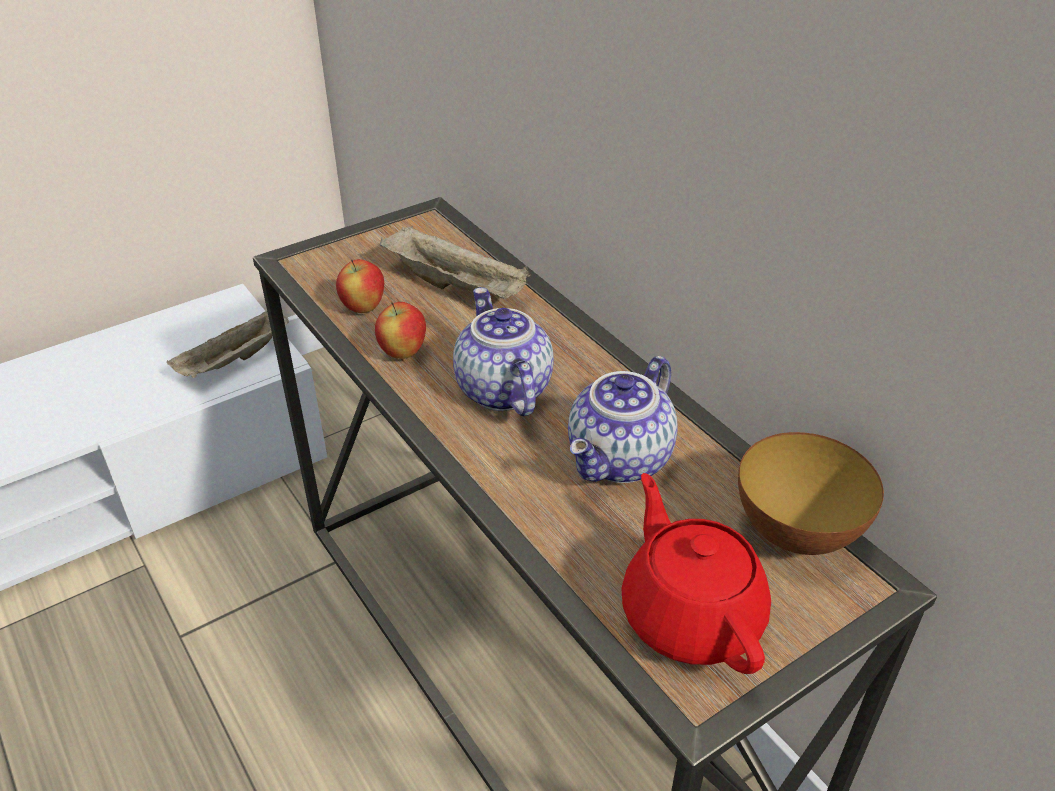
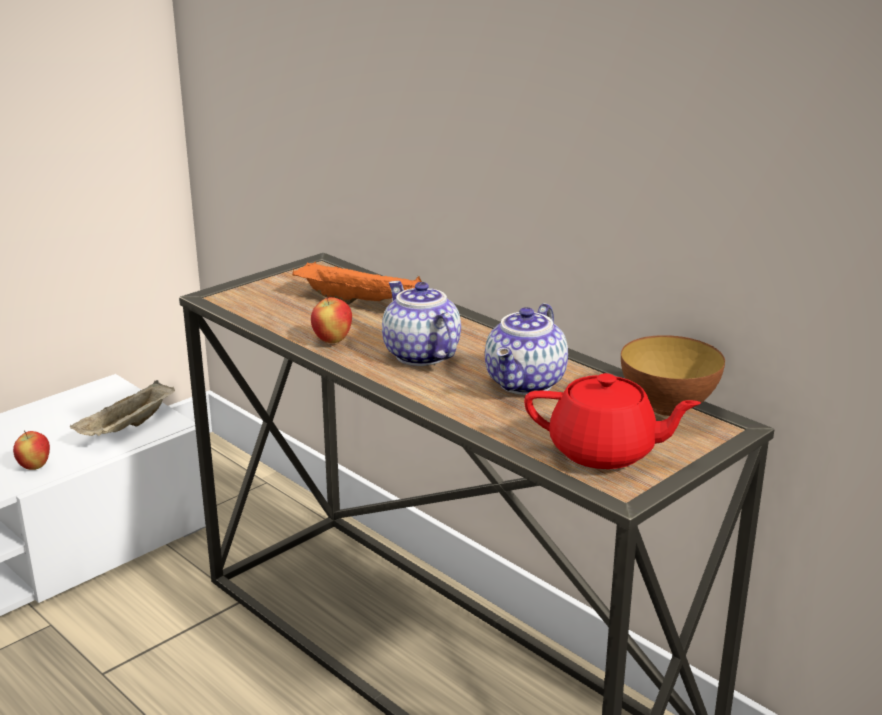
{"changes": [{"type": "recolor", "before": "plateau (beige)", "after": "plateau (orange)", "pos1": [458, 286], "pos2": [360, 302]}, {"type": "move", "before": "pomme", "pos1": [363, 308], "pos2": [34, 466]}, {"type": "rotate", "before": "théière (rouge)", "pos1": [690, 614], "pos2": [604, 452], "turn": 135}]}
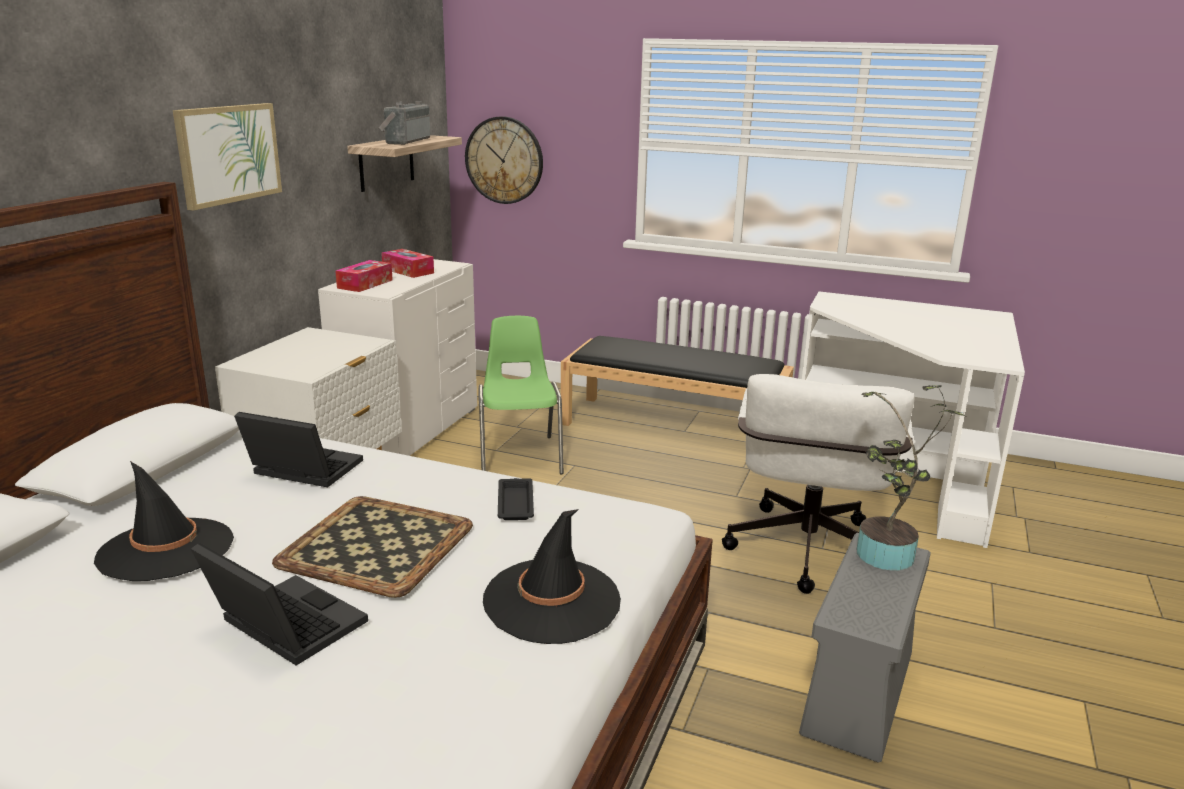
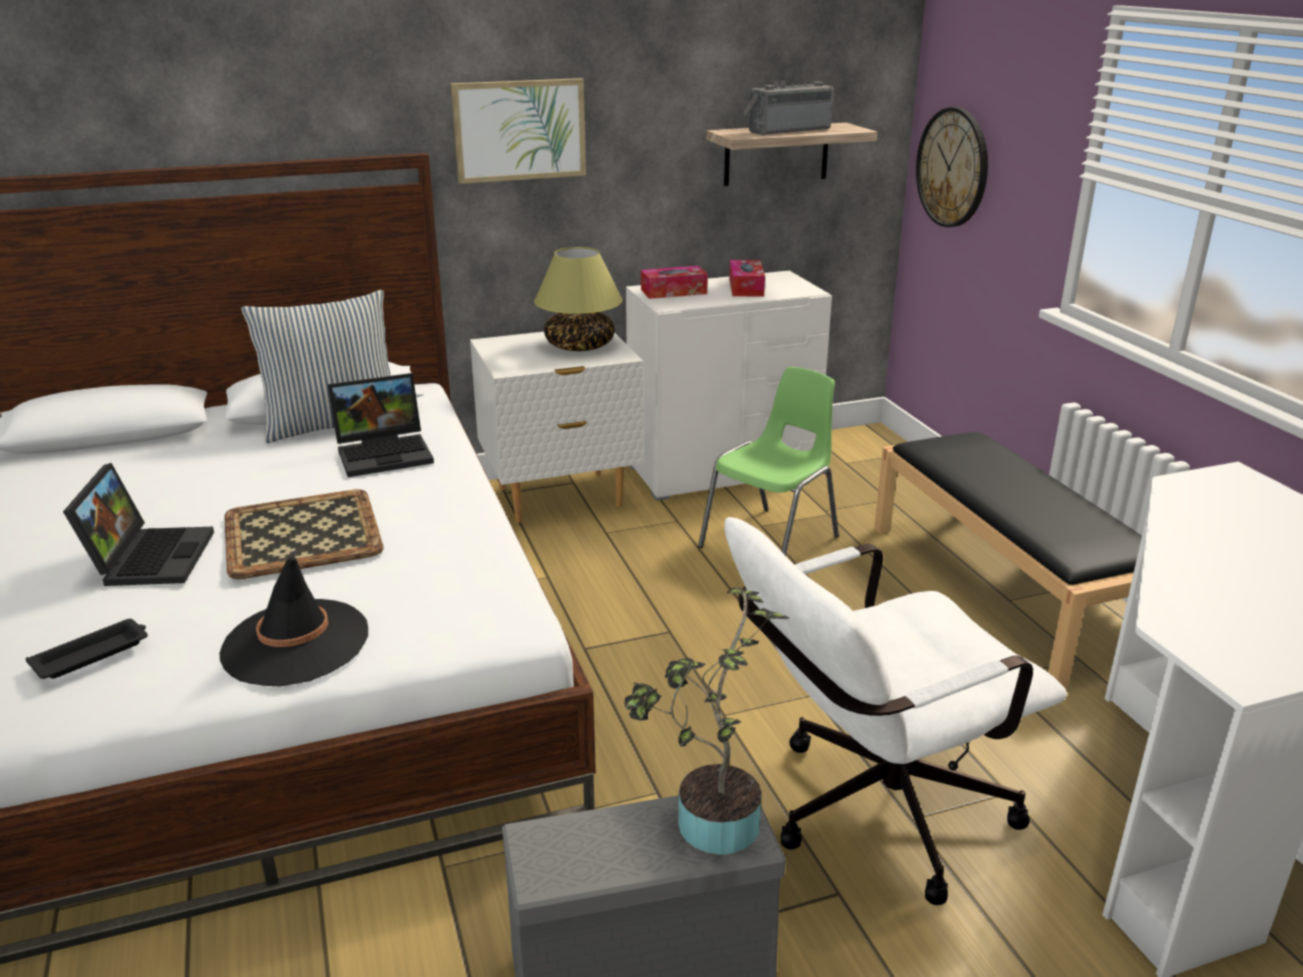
{"changes": [{"type": "rotate", "before": "ordinateur portable", "pos1": [301, 471], "pos2": [386, 453], "turn": 90}, {"type": "delete", "before": "chapeau (noir)", "pos1": [166, 550]}, {"type": "move", "before": "plateau (noir)", "pos1": [515, 503], "pos2": [93, 654]}, {"type": "insert", "after": "lampe de table", "pos2": [580, 346]}, {"type": "insert", "after": "coussin", "pos2": [333, 424]}]}
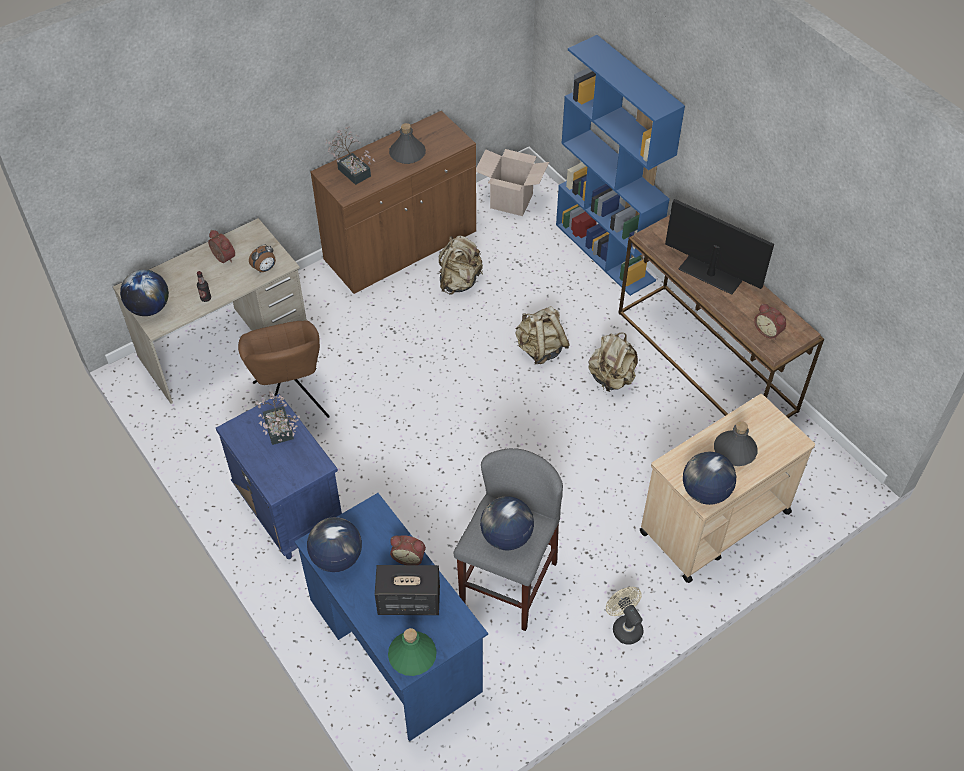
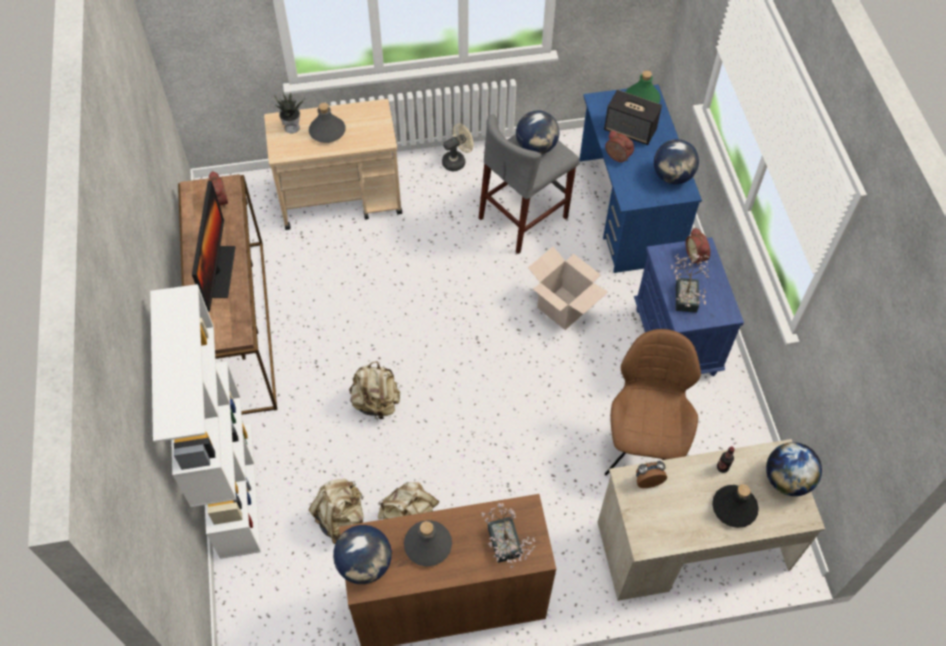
{"changes": [{"type": "recolor", "before": "bibliothèque (bleu)", "after": "bibliothèque (blanc)", "pos1": [606, 252], "pos2": [235, 489]}, {"type": "move", "before": "carton", "pos1": [511, 201], "pos2": [563, 308]}, {"type": "rotate", "before": "écran d'ordinateur", "pos1": [711, 273], "pos2": [217, 272], "turn": -150}, {"type": "move", "before": "réveil", "pos1": [222, 258], "pos2": [697, 255]}, {"type": "move", "before": "sac à dos (beige)", "pos1": [611, 378], "pos2": [341, 519]}, {"type": "move", "before": "globe", "pos1": [705, 491], "pos2": [365, 564]}, {"type": "rotate", "before": "ventilateur (beige)", "pos1": [624, 626], "pos2": [457, 161], "turn": -120}, {"type": "insert", "after": "plante en pot", "pos2": [292, 127]}, {"type": "insert", "after": "bouteille (noir)", "pos2": [734, 508]}]}
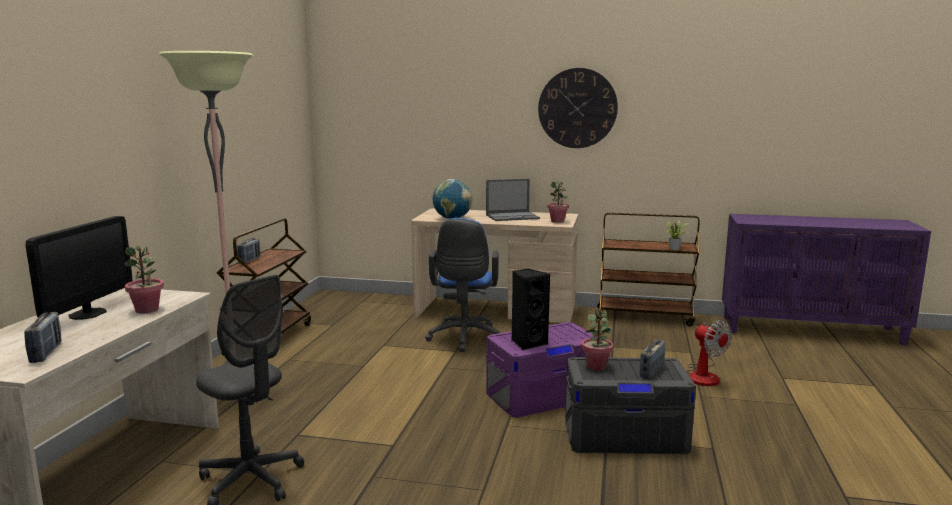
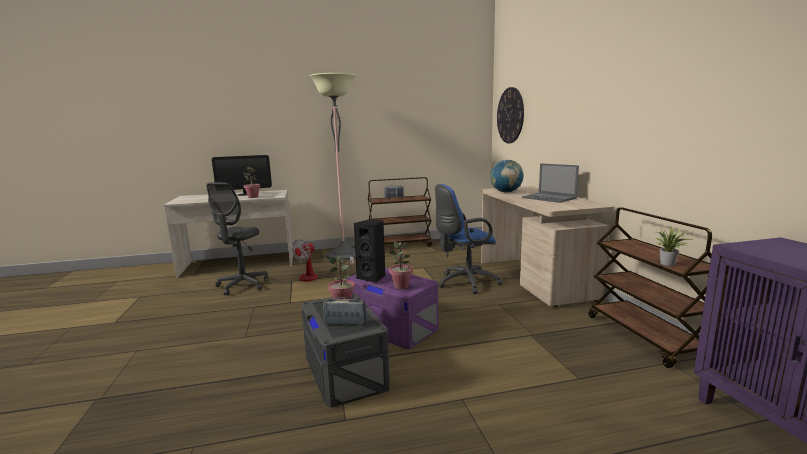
{"changes": [{"type": "move", "before": "horloge murale", "pos1": [577, 108], "pos2": [510, 115]}, {"type": "move", "before": "plante en pot", "pos1": [557, 221], "pos2": [401, 286]}, {"type": "delete", "before": "radio", "pos1": [46, 353]}, {"type": "move", "before": "ventilateur", "pos1": [704, 375], "pos2": [316, 277]}]}
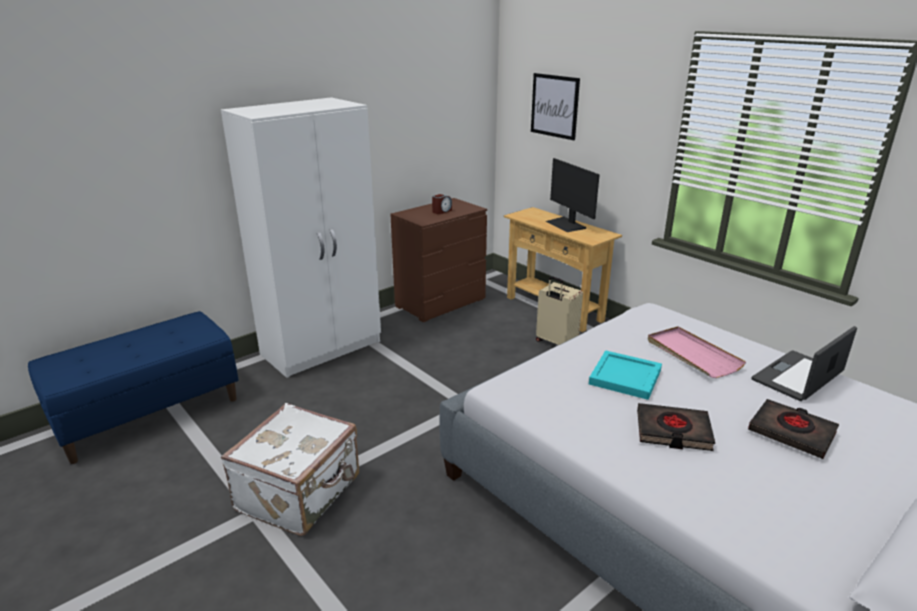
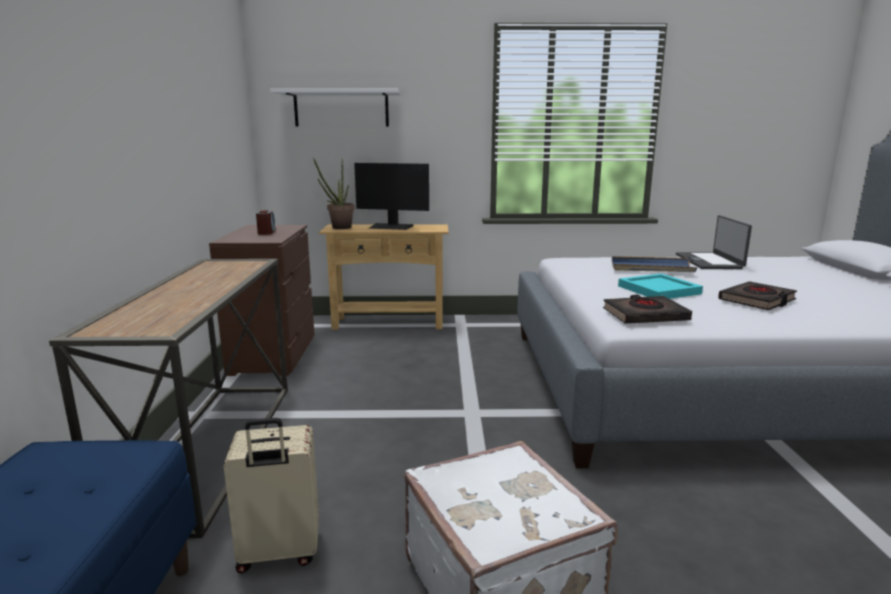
{"changes": [{"type": "replace", "before": "tableau", "after": "étagère (blanc)", "pos1": [554, 106], "pos2": [341, 109]}, {"type": "replace", "before": "armoire (blanc)", "after": "table console", "pos1": [323, 348], "pos2": [210, 447]}, {"type": "move", "before": "valise (beige)", "pos1": [555, 342], "pos2": [279, 554]}, {"type": "recolor", "before": "plateau (rose)", "after": "plateau (bleu)", "pos1": [692, 354], "pos2": [651, 268]}, {"type": "move", "before": "livre (noir)", "pos1": [792, 432], "pos2": [645, 315]}, {"type": "insert", "after": "plante en pot", "pos2": [338, 228]}]}
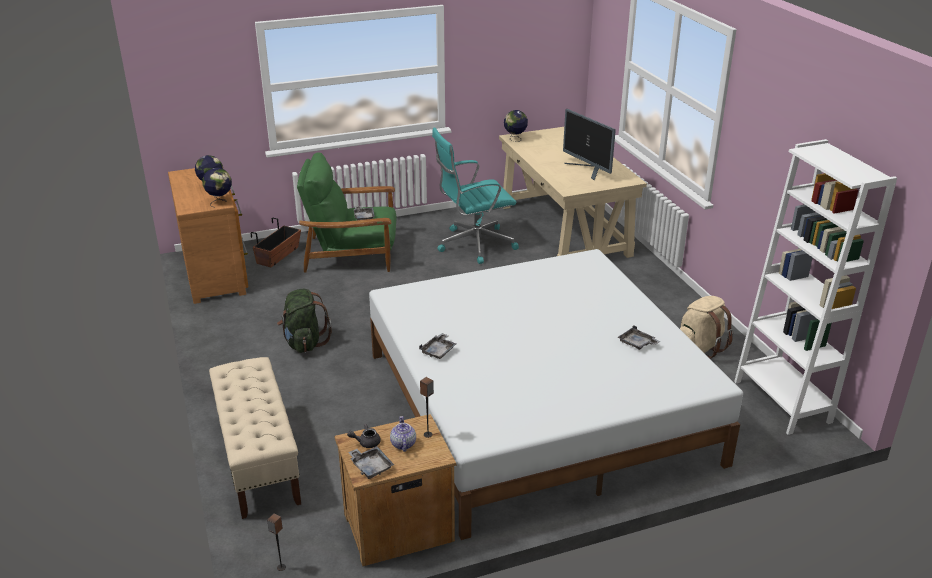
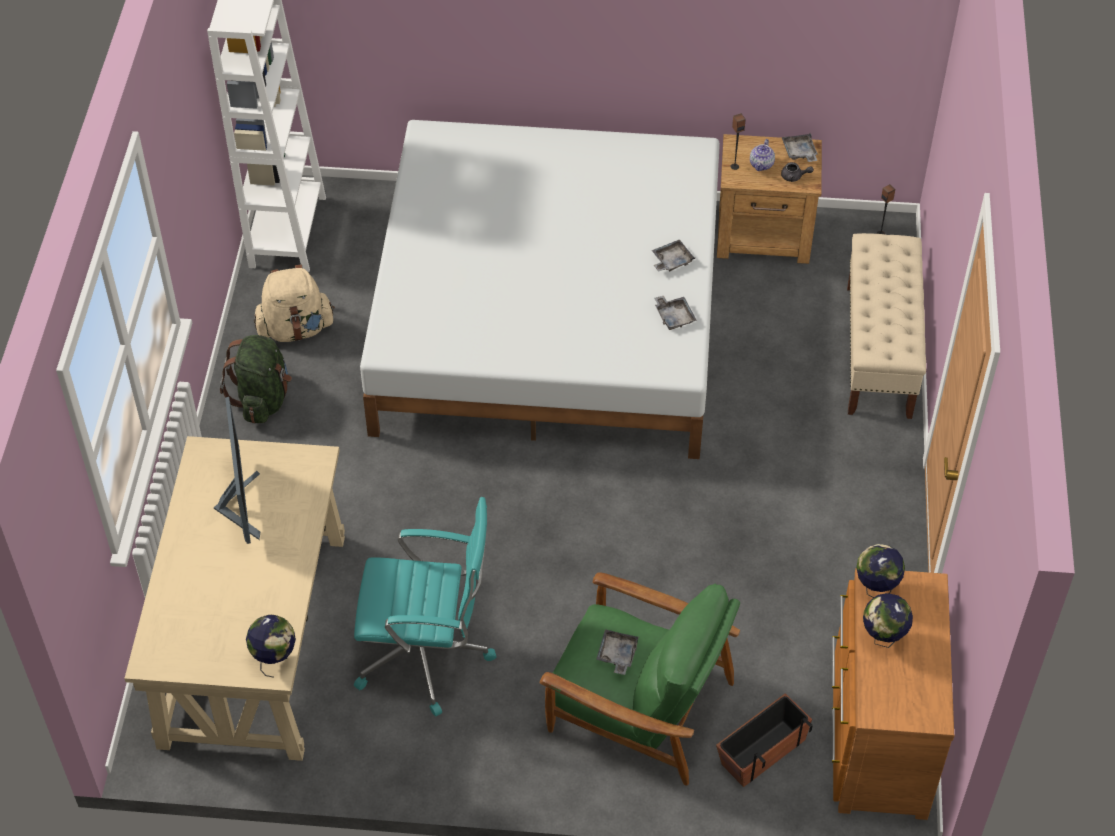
{"changes": [{"type": "move", "before": "sac à dos (vert)", "pos1": [304, 343], "pos2": [263, 399]}, {"type": "move", "before": "plateau (gris)", "pos1": [637, 343], "pos2": [674, 316]}]}
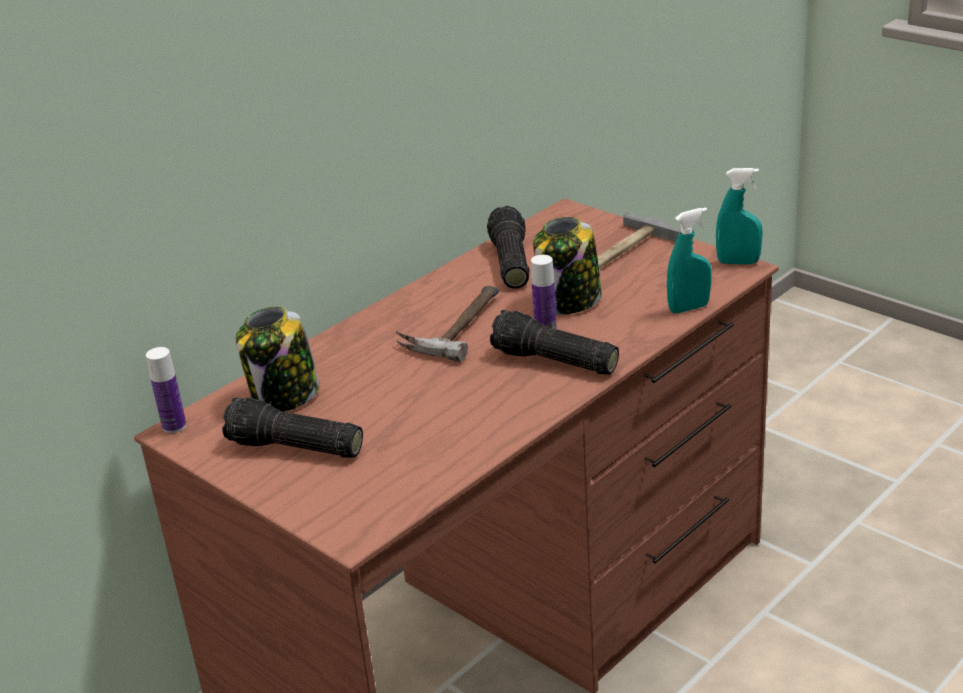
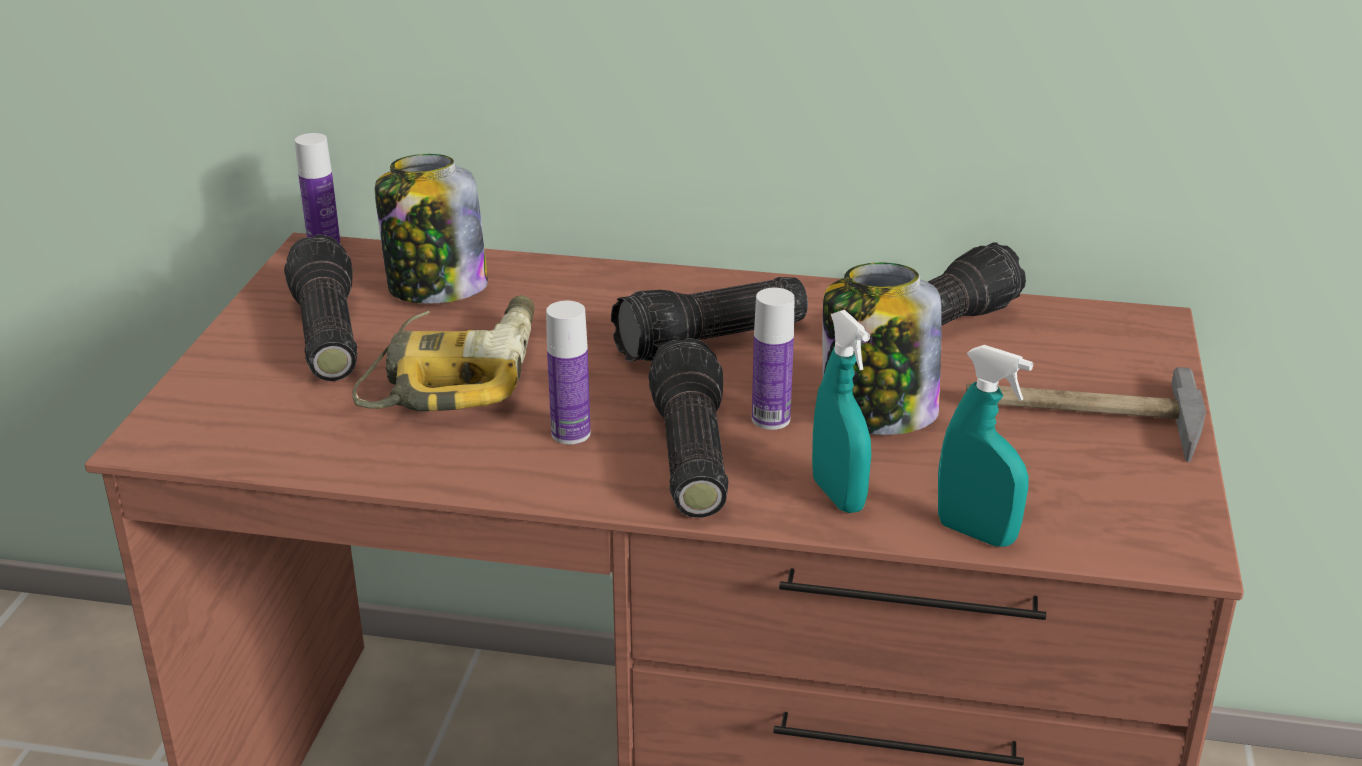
{"changes": [{"type": "move", "before": "vaporisateur (turquoise)", "pos1": [738, 262], "pos2": [838, 496]}, {"type": "replace", "before": "marteau", "after": "lampe de poche", "pos1": [453, 325], "pos2": [711, 342]}, {"type": "insert", "after": "perceuse", "pos2": [455, 373]}, {"type": "insert", "after": "bouteille", "pos2": [570, 433]}]}
